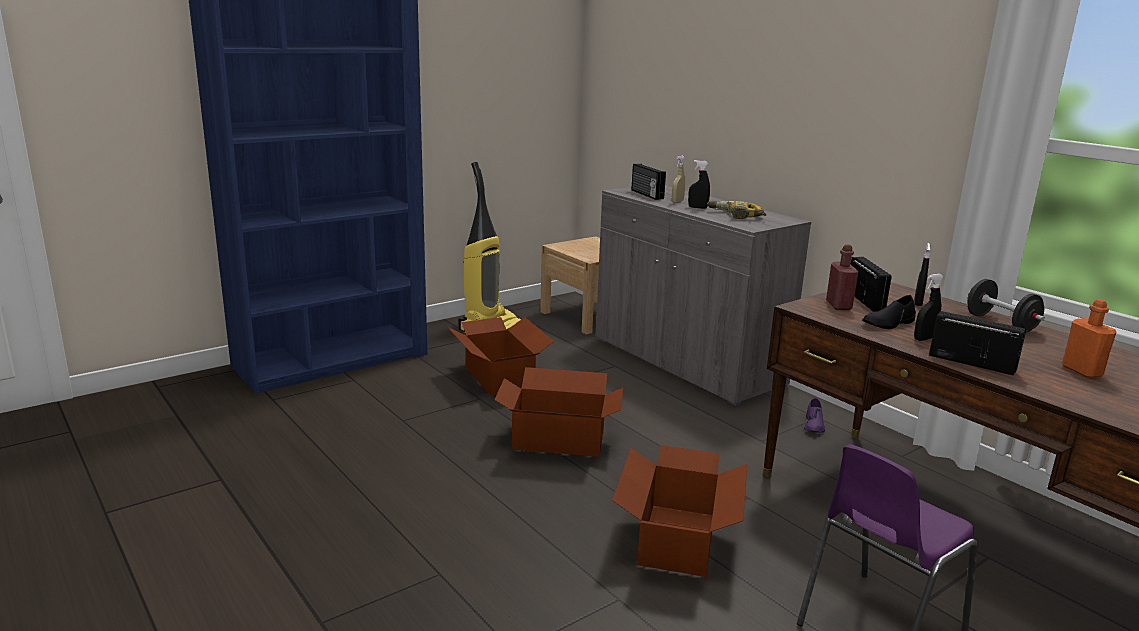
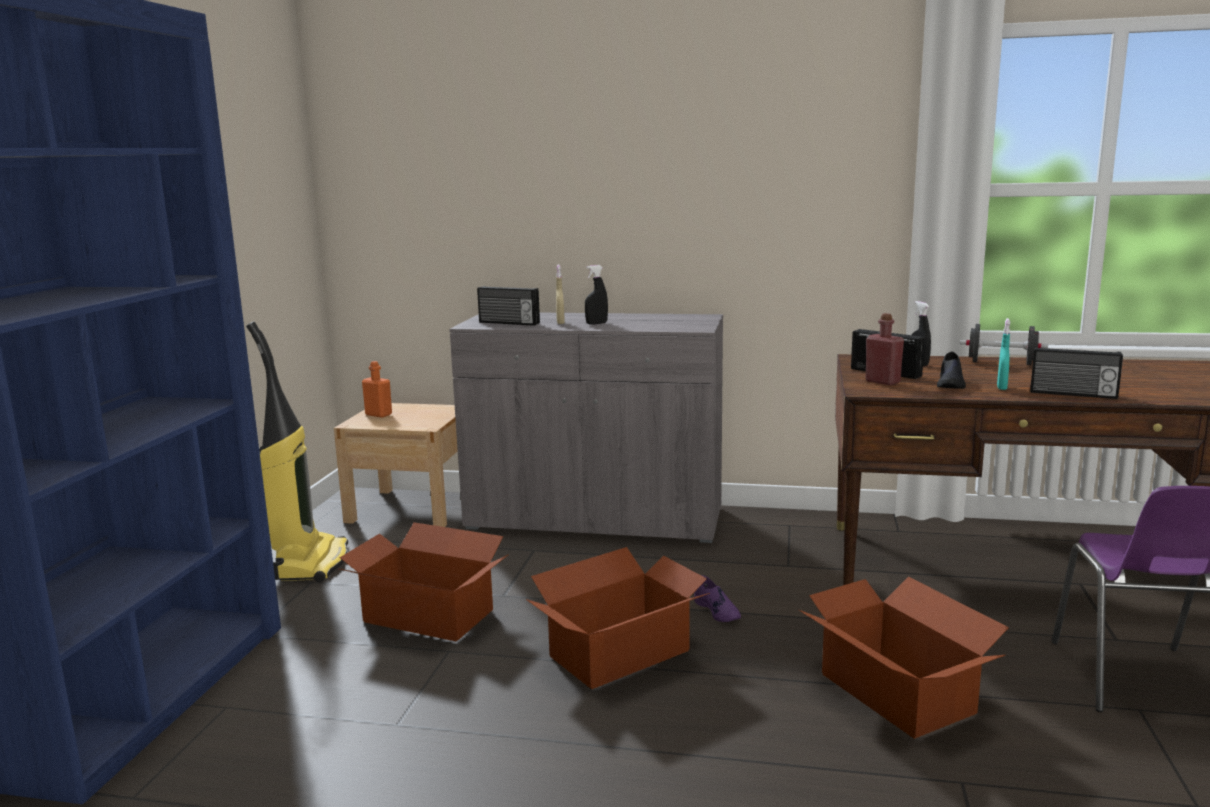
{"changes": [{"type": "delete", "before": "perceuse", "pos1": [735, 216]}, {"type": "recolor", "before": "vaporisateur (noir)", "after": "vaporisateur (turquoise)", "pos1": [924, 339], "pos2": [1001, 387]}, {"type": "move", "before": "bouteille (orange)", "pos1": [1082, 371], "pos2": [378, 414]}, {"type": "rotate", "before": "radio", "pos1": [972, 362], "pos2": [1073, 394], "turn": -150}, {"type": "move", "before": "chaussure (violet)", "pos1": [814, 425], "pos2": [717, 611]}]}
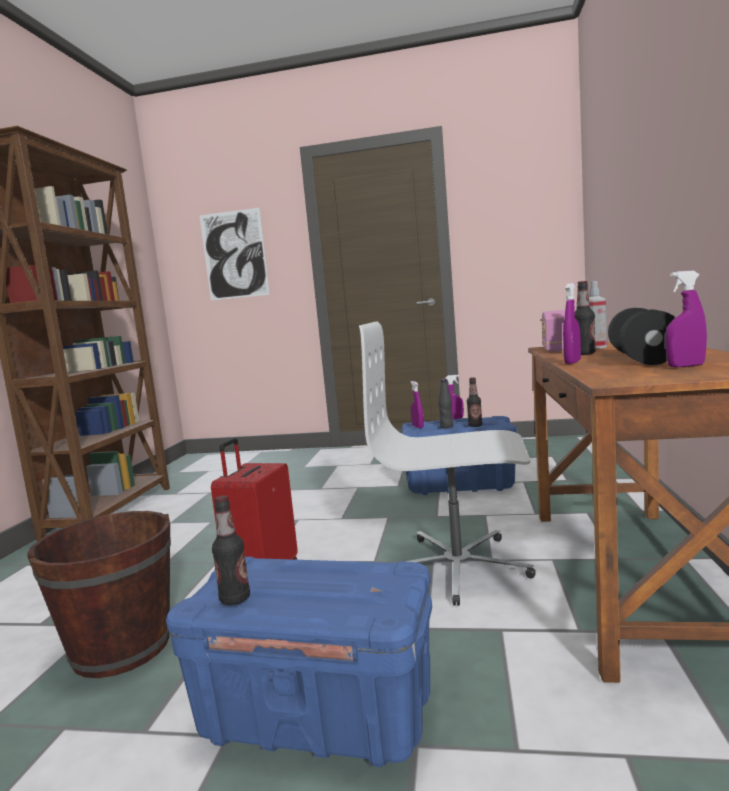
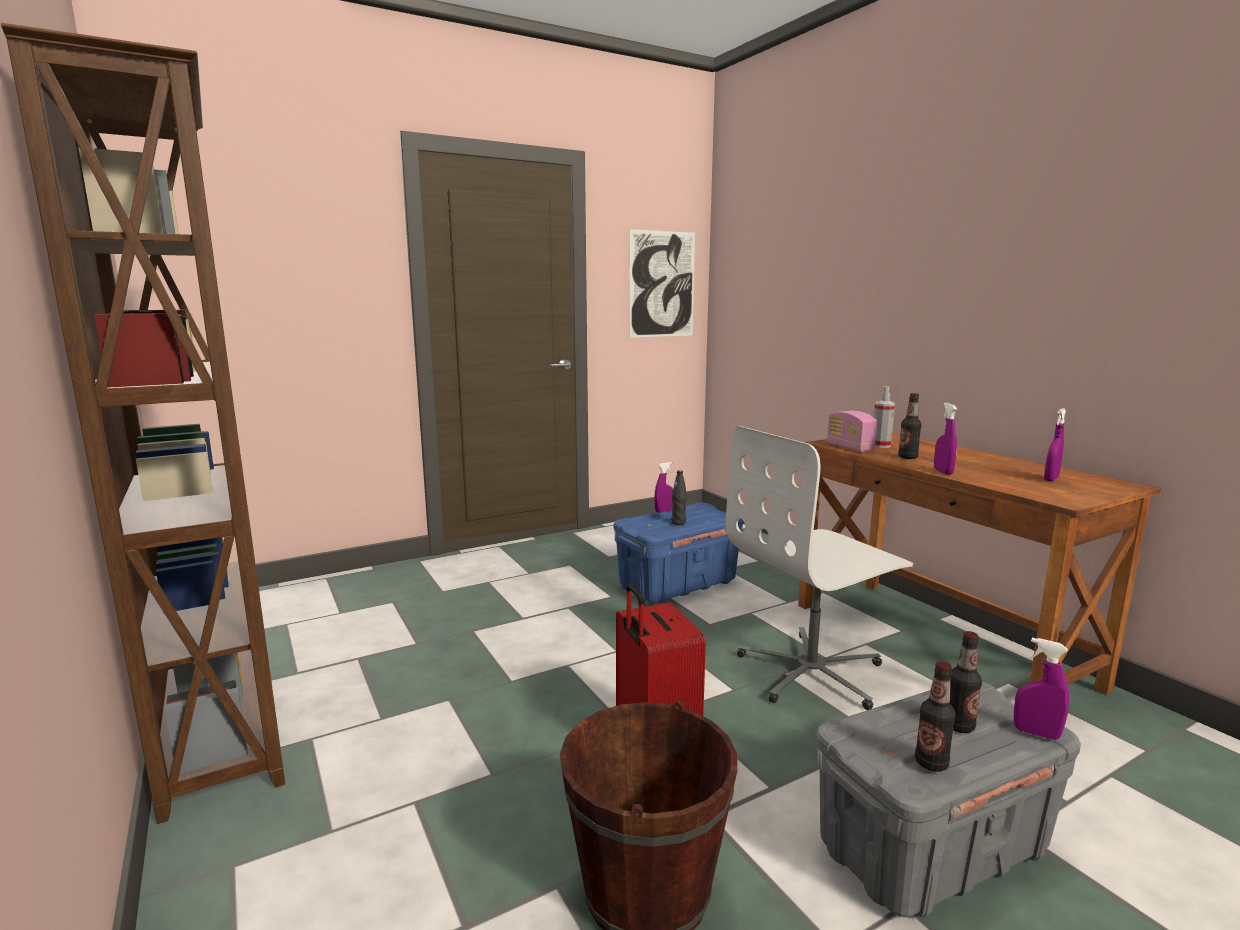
{"changes": [{"type": "move", "before": "tableau", "pos1": [234, 255], "pos2": [662, 284]}, {"type": "delete", "before": "haltère (noir)", "pos1": [642, 359]}, {"type": "move", "before": "bouteille", "pos1": [475, 425], "pos2": [958, 726]}, {"type": "move", "before": "vaporisateur (violet)", "pos1": [417, 427], "pos2": [1036, 733]}, {"type": "recolor", "before": "boîte de rangement (bleu)", "after": "boîte de rangement (gris)", "pos1": [319, 714], "pos2": [932, 847]}]}
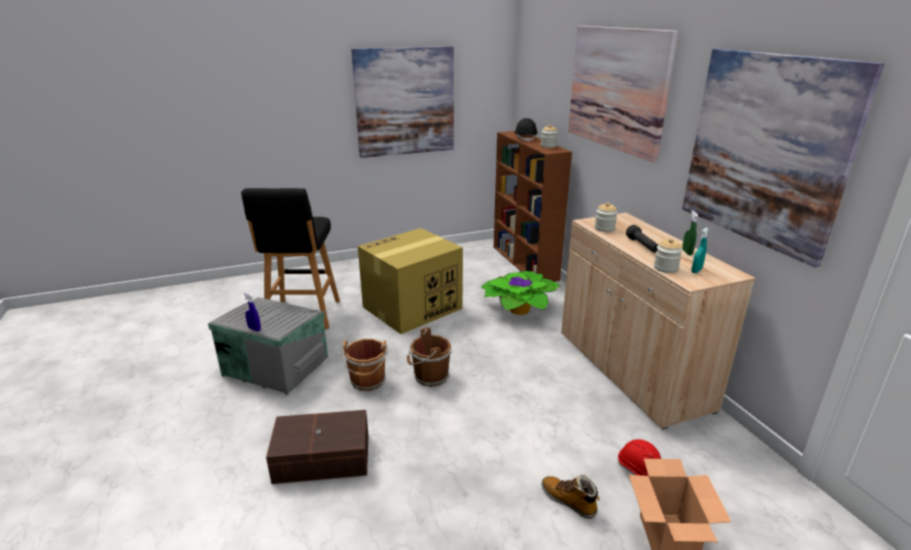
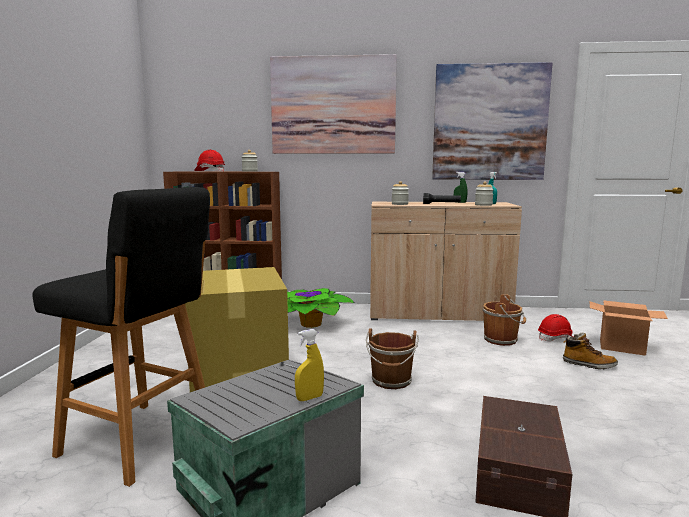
{"changes": [{"type": "delete", "before": "tableau", "pos1": [405, 102]}, {"type": "recolor", "before": "casque de chantier (noir)", "after": "casque de chantier (rouge)", "pos1": [525, 138], "pos2": [210, 171]}, {"type": "recolor", "before": "vaporisateur (bleu)", "after": "vaporisateur (jaune)", "pos1": [254, 329], "pos2": [309, 398]}, {"type": "move", "before": "seau (marron)", "pos1": [368, 382], "pos2": [502, 340]}, {"type": "rotate", "before": "botte", "pos1": [569, 501], "pos2": [588, 365], "turn": -135}]}
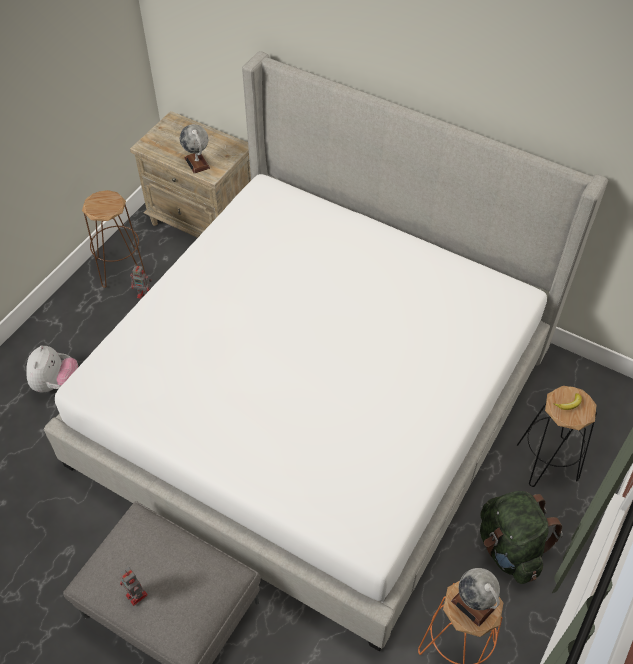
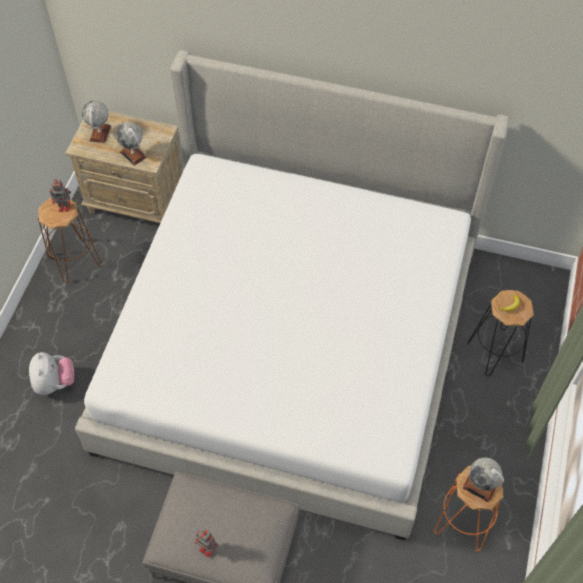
{"changes": [{"type": "move", "before": "robot jouet", "pos1": [144, 294], "pos2": [65, 207]}, {"type": "delete", "before": "sac à dos (vert)", "pos1": [509, 548]}, {"type": "insert", "after": "globe", "pos2": [100, 133]}]}
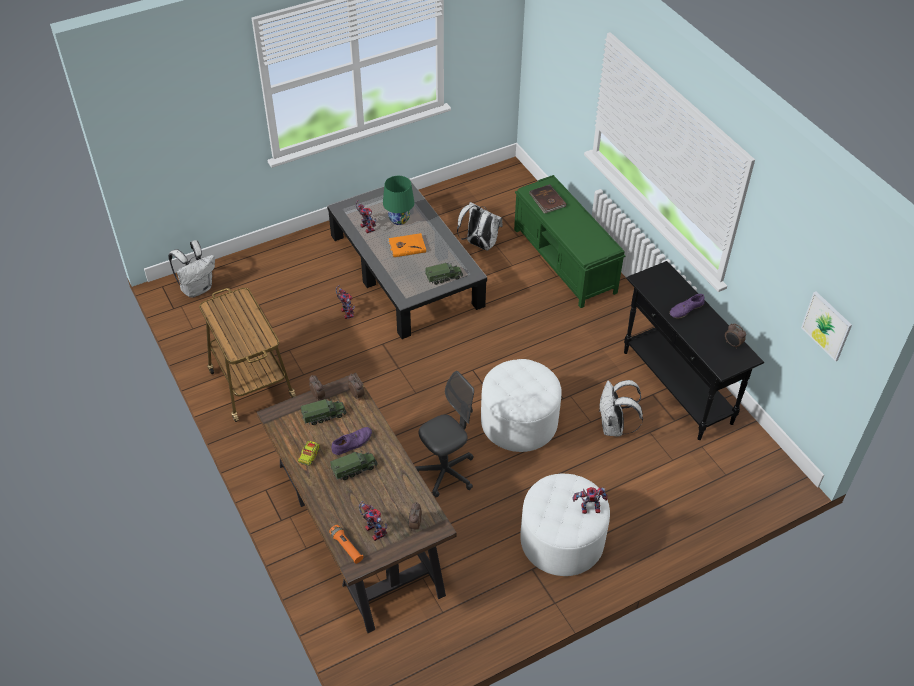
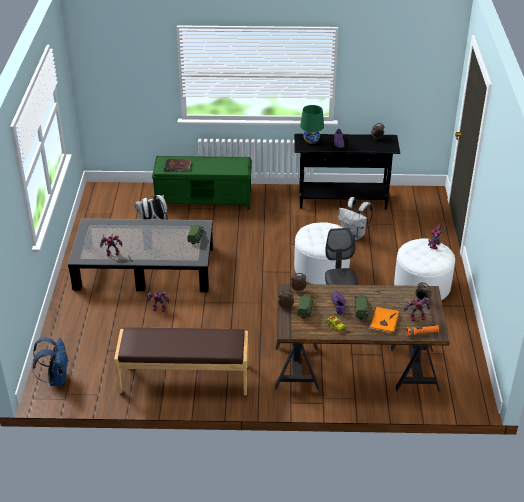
{"changes": [{"type": "move", "before": "lampe de table (vert)", "pos1": [399, 219], "pos2": [311, 140]}, {"type": "move", "before": "livre (orange)", "pos1": [406, 246], "pos2": [383, 322]}, {"type": "recolor", "before": "sac à dos (blanc)", "after": "sac à dos (bleu)", "pos1": [197, 288], "pos2": [56, 378]}, {"type": "replace", "before": "chariot", "after": "banc (marron)", "pos1": [251, 383], "pos2": [184, 379]}, {"type": "delete", "before": "tableau", "pos1": [827, 325]}]}
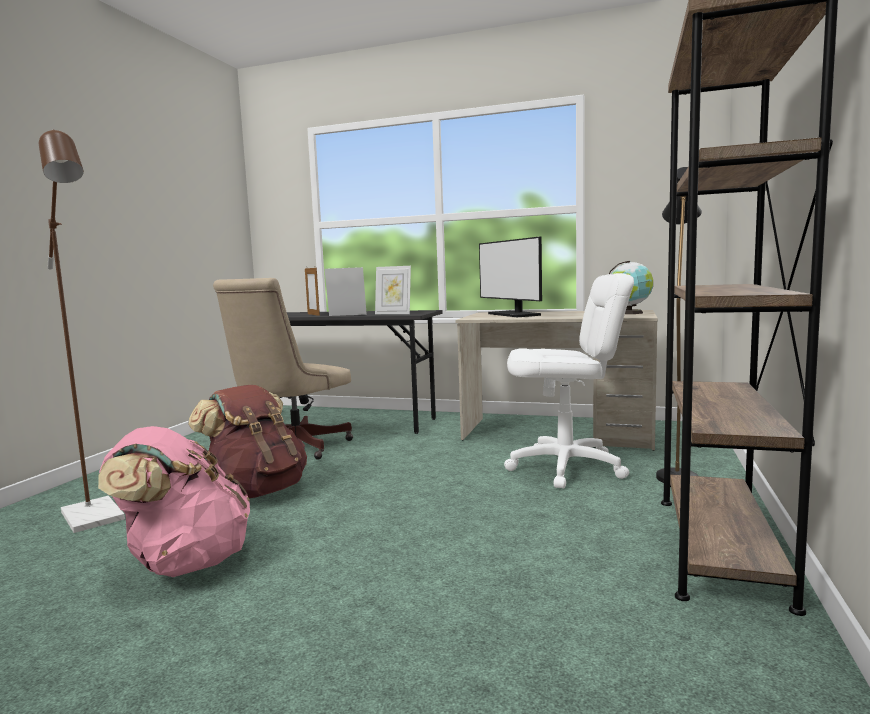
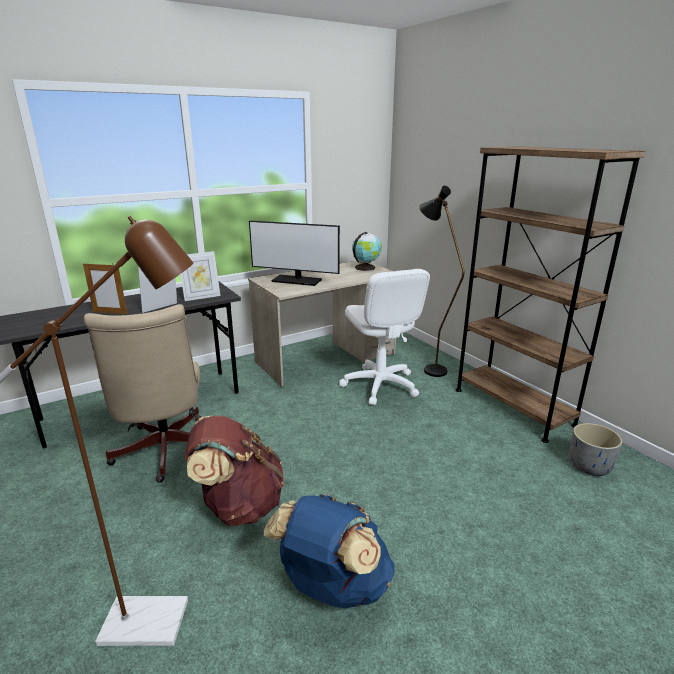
{"changes": [{"type": "rotate", "before": "chaise de bureau (blanc)", "pos1": [566, 468], "pos2": [380, 385], "turn": 120}, {"type": "recolor", "before": "sac à dos (rose)", "after": "sac à dos (bleu)", "pos1": [185, 563], "pos2": [332, 587]}, {"type": "insert", "after": "cache-pot (gris)", "pos2": [590, 467]}]}
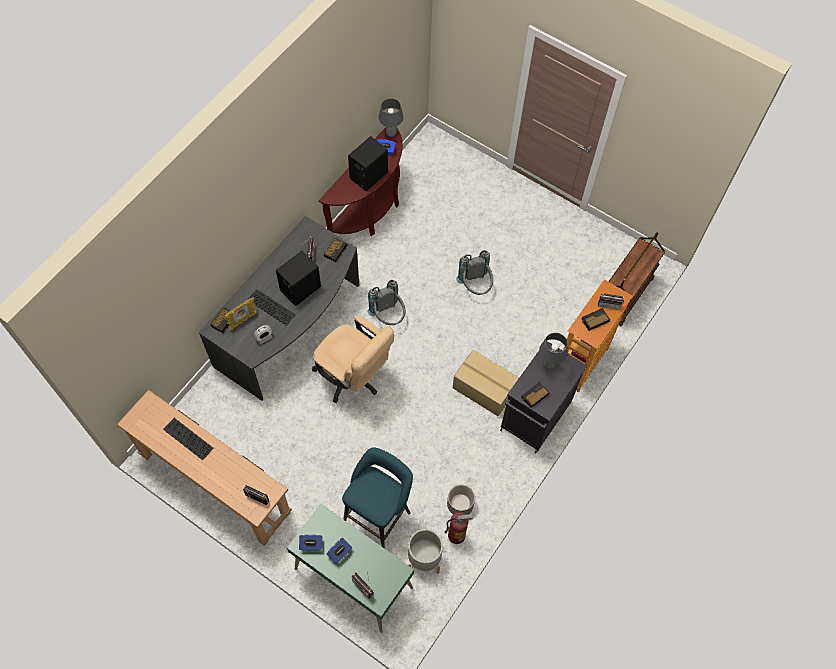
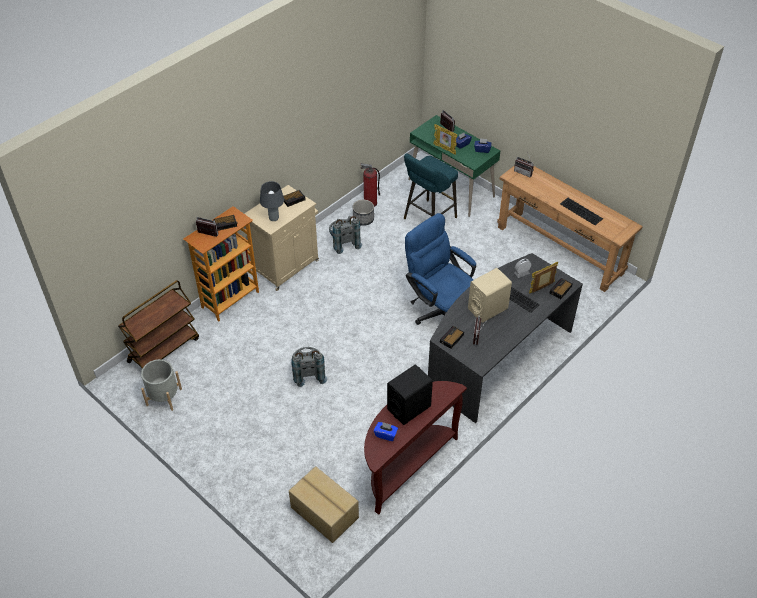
{"changes": [{"type": "delete", "before": "lampe de table (gris)", "pos1": [391, 133]}, {"type": "recolor", "before": "enceinte (noir)", "after": "enceinte (beige)", "pos1": [300, 289], "pos2": [488, 308]}, {"type": "move", "before": "sac à dos (gris)", "pos1": [388, 317], "pos2": [343, 243]}, {"type": "recolor", "before": "chaise de bureau (beige)", "after": "chaise de bureau (bleu)", "pos1": [353, 377], "pos2": [440, 310]}, {"type": "recolor", "before": "meuble de rangement (noir)", "after": "meuble de rangement (beige)", "pos1": [534, 418], "pos2": [286, 265]}, {"type": "move", "before": "carton", "pos1": [484, 389], "pos2": [325, 511]}, {"type": "move", "before": "cache-pot (gris)", "pos1": [424, 557], "pos2": [164, 397]}, {"type": "insert", "after": "cadre photo", "pos2": [444, 149]}]}
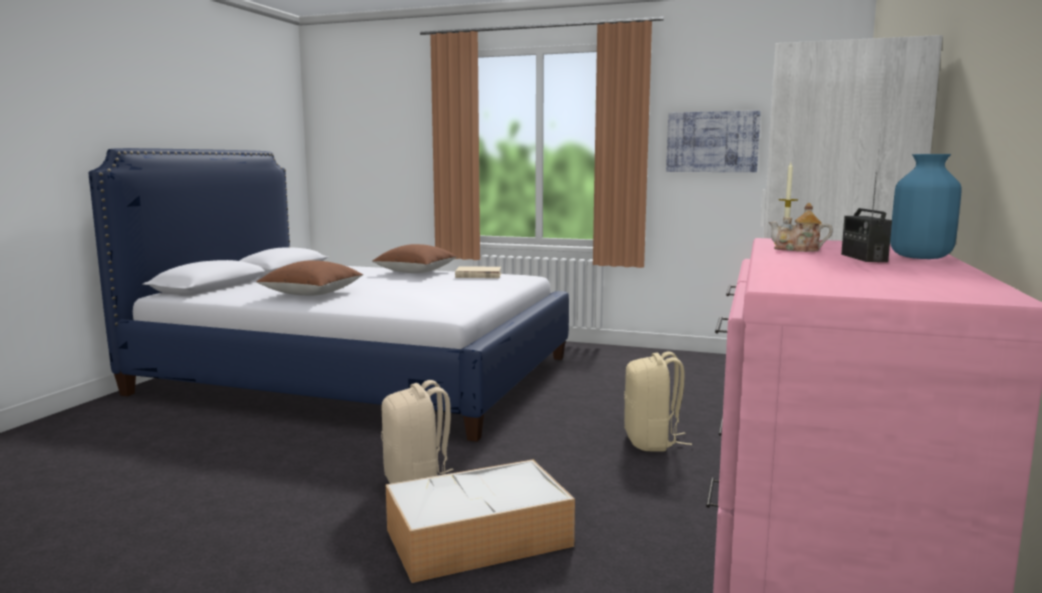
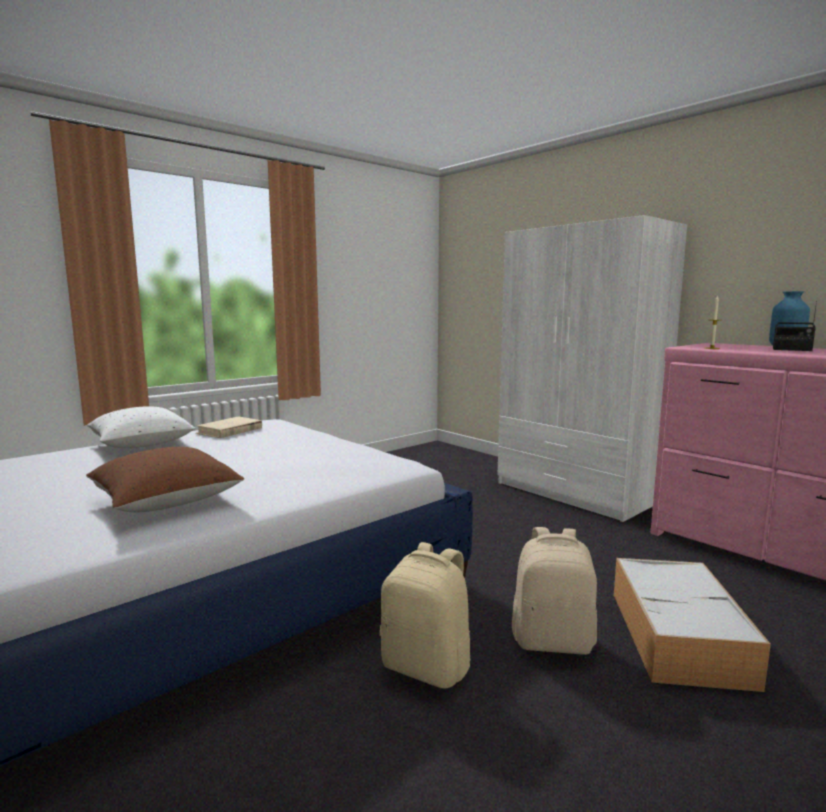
{"changes": [{"type": "delete", "before": "tableau", "pos1": [712, 142]}, {"type": "delete", "before": "théière", "pos1": [798, 250]}, {"type": "recolor", "before": "coussin (marron)", "after": "coussin (blanc)", "pos1": [415, 272], "pos2": [142, 444]}, {"type": "move", "before": "sac à dos (beige)", "pos1": [652, 442], "pos2": [427, 666]}]}
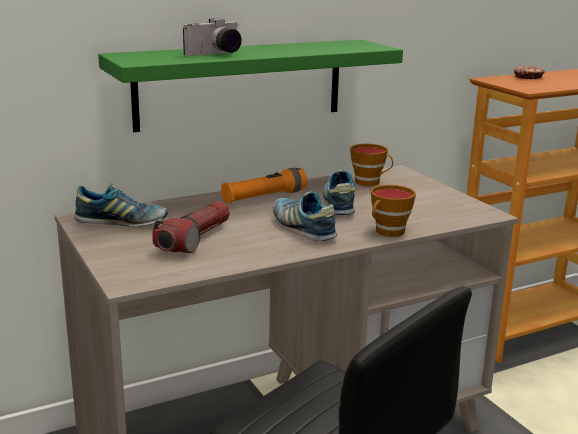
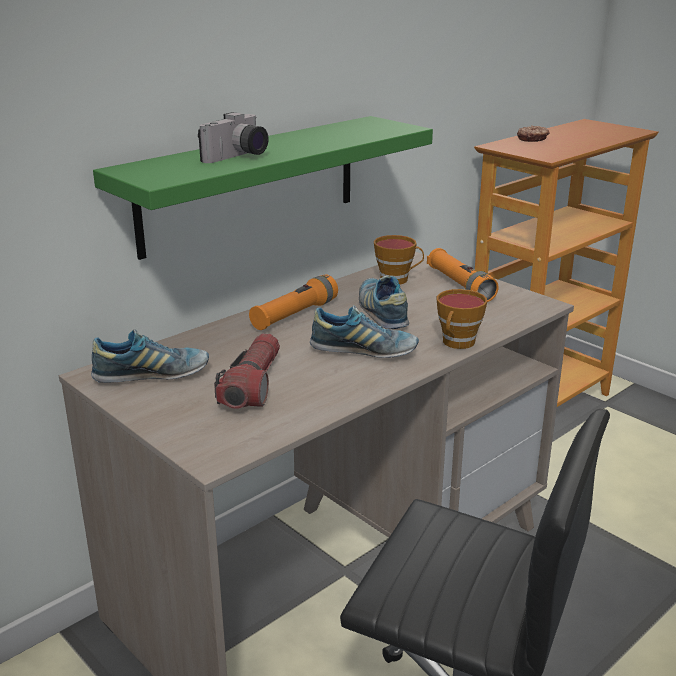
{"changes": [{"type": "rotate", "before": "chaussure", "pos1": [302, 228], "pos2": [364, 351], "turn": 150}, {"type": "insert", "after": "lampe de poche (orange)", "pos2": [460, 286]}]}
